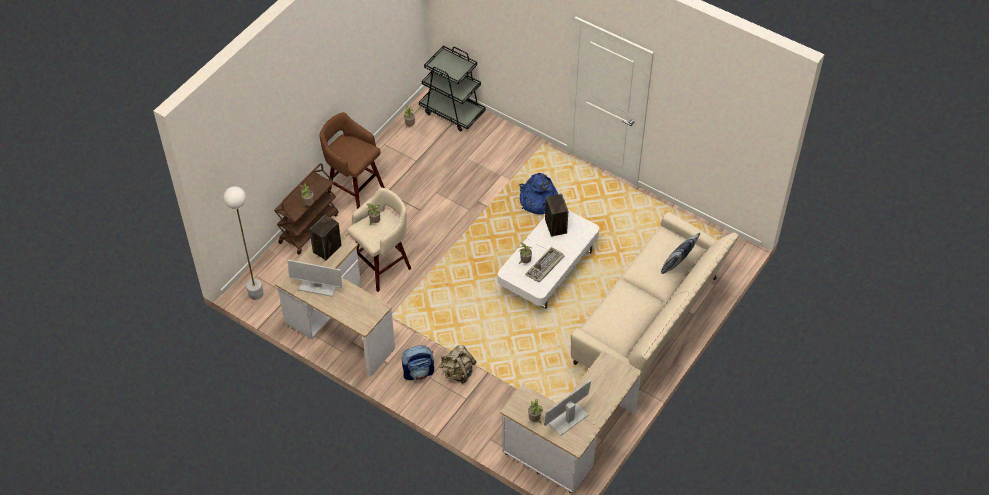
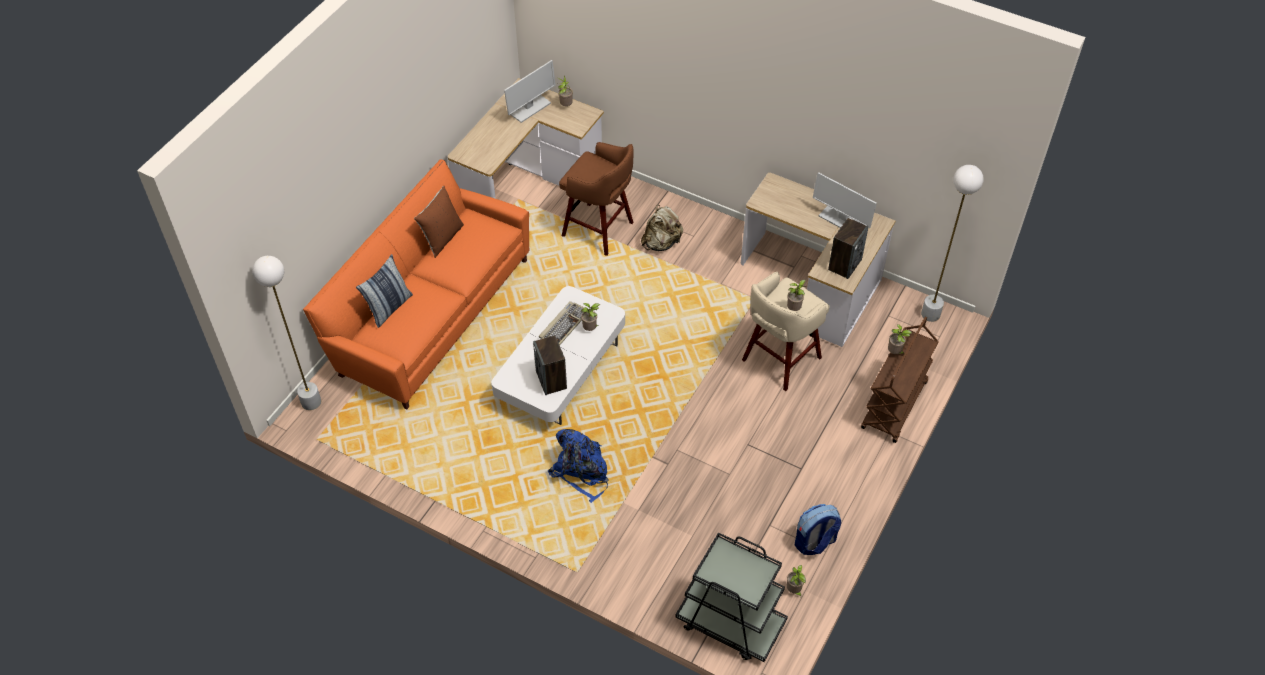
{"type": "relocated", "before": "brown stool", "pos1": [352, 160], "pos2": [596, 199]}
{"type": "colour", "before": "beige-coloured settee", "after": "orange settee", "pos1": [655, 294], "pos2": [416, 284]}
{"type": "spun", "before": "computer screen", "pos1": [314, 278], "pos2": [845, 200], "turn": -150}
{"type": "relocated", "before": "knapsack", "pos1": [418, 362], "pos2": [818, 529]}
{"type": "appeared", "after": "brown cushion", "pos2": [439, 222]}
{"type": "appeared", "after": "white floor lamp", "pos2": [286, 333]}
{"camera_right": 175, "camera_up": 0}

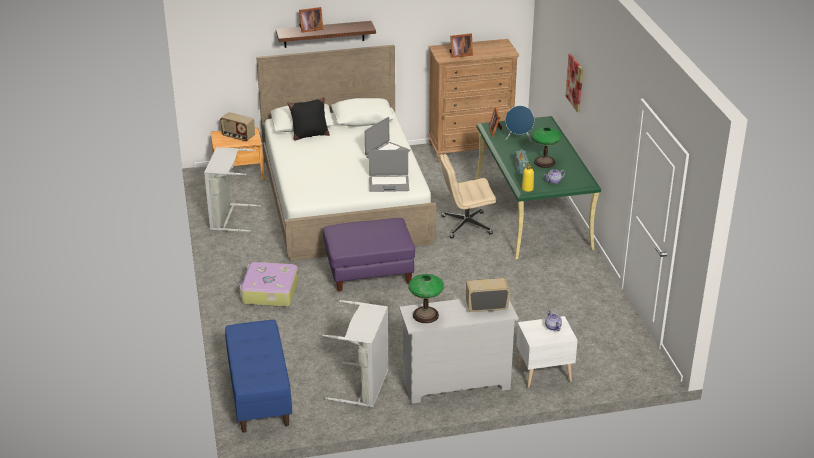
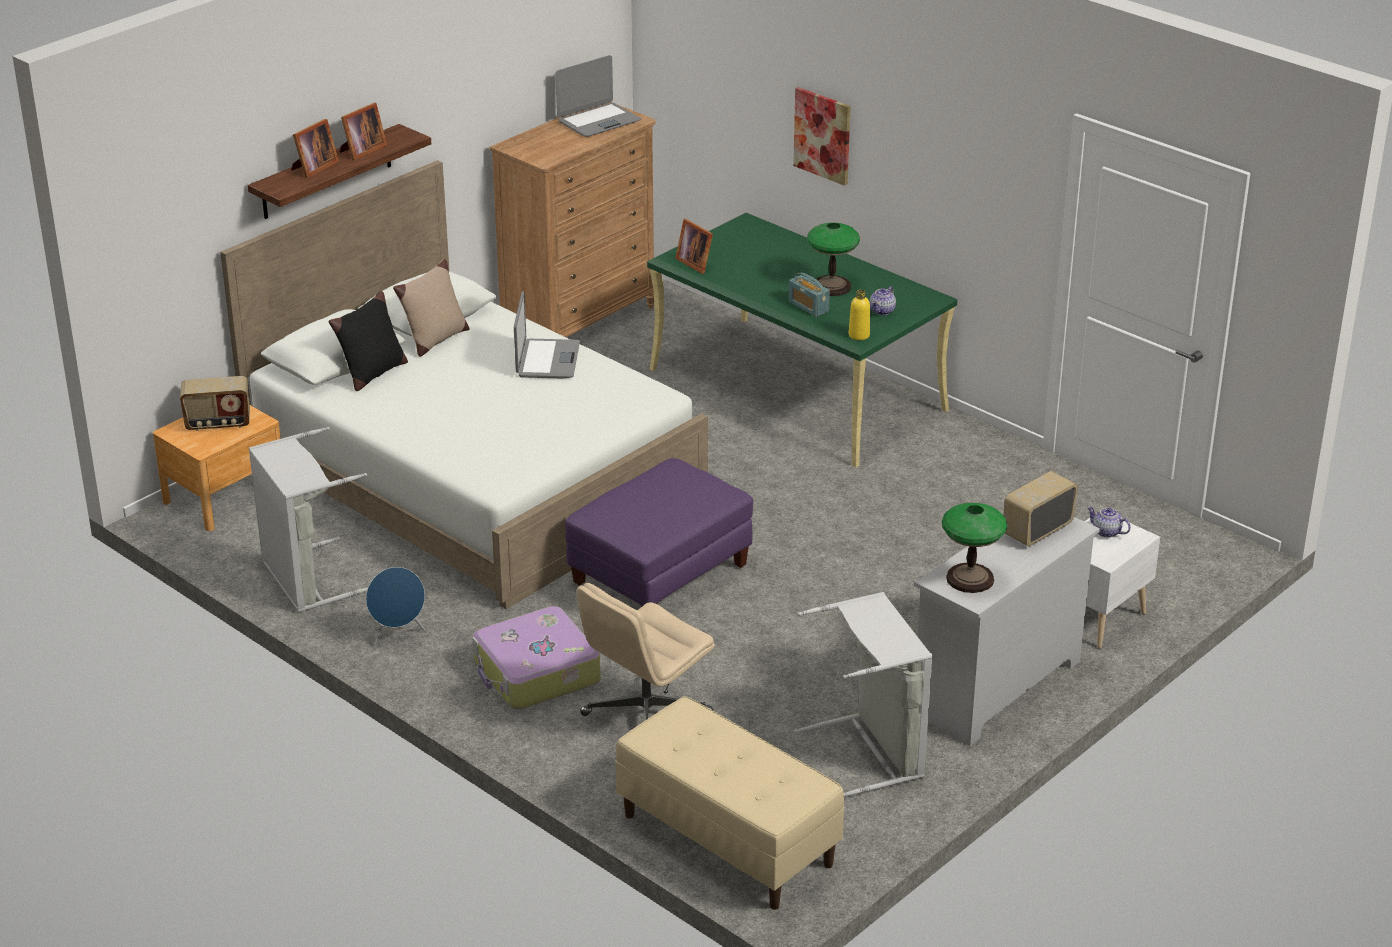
{"type": "relocated", "before": "standing frame", "pos1": [461, 45], "pos2": [363, 131]}
{"type": "relocated", "before": "bluish speaker", "pos1": [519, 124], "pos2": [396, 606]}
{"type": "relocated", "before": "portable computer", "pos1": [389, 171], "pos2": [598, 96]}
{"type": "relocated", "before": "beige-coloured office chair", "pos1": [468, 196], "pos2": [646, 651]}
{"type": "colour", "before": "bluish long seat", "after": "beige-coloured long seat", "pos1": [258, 376], "pos2": [729, 803]}
{"type": "appeared", "after": "beige-coloured cushion", "pos2": [431, 308]}
{"camera_right": -35, "camera_up": 0}

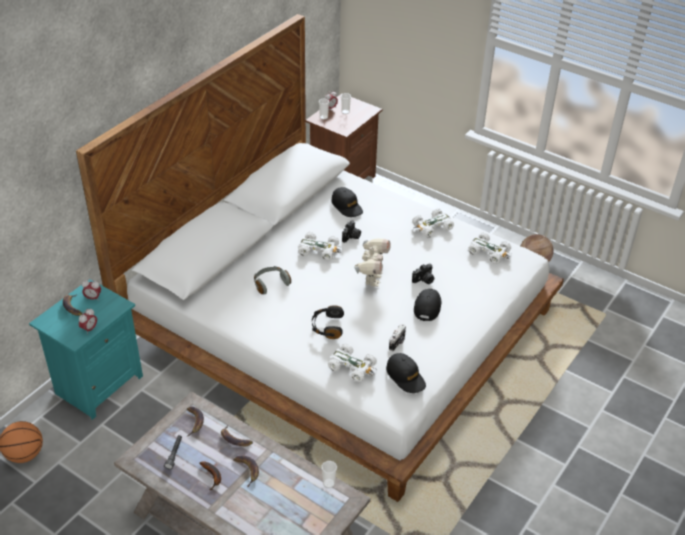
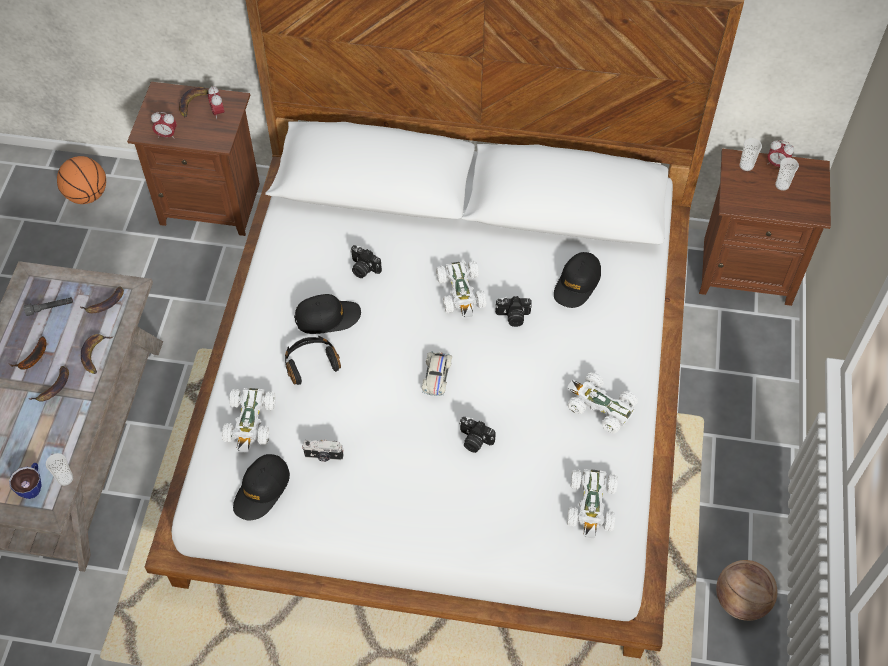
{"type": "exchanged", "before": "toy robot", "after": "white miniature car", "pos1": [372, 263], "pos2": [437, 373]}
{"type": "exchanged", "before": "greyish headset", "after": "photo camera", "pos1": [272, 280], "pos2": [366, 261]}
{"type": "colour", "before": "blue-green night table", "after": "brown night table", "pos1": [86, 349], "pos2": [193, 159]}
{"type": "relocated", "before": "blackish peaked cap", "pos1": [427, 305], "pos2": [327, 314]}
{"type": "appeared", "after": "small cup", "pos2": [25, 481]}
{"camera_right": 65, "camera_up": 15}

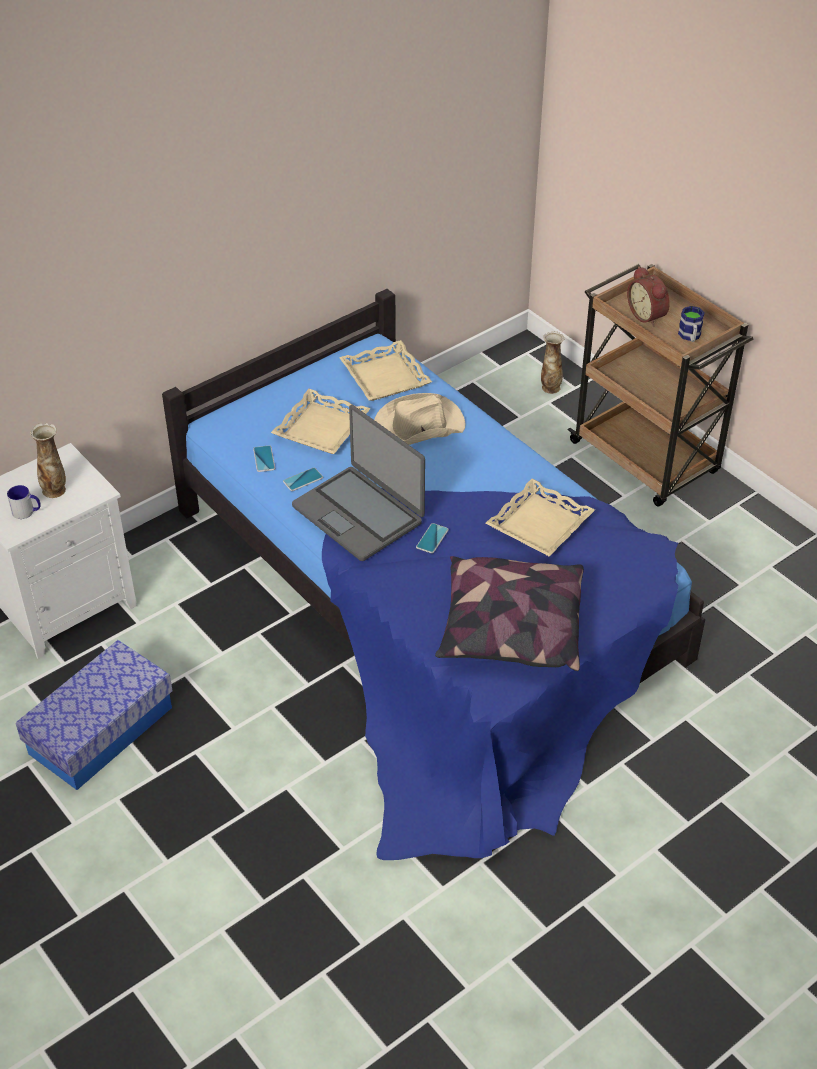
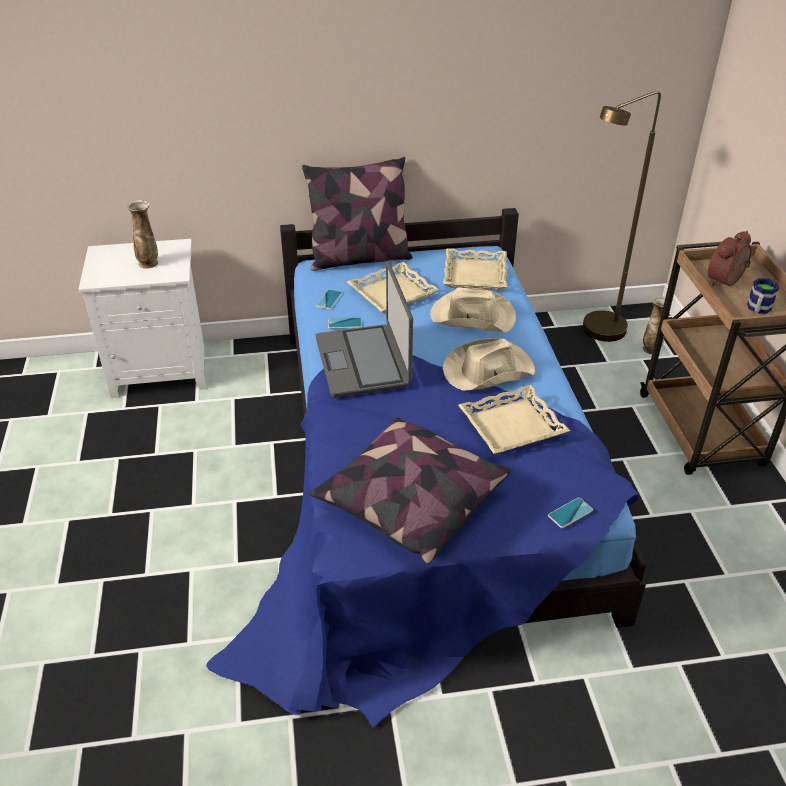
{"type": "spun", "before": "bedside clock", "pos1": [648, 296], "pos2": [730, 258], "turn": 45}
{"type": "missing", "before": "coffee mug", "pos1": [24, 502]}
{"type": "relocated", "before": "phone", "pos1": [432, 538], "pos2": [570, 512]}
{"type": "missing", "before": "storage box", "pos1": [94, 715]}
{"type": "appeared", "after": "brown floor lamp", "pos2": [622, 216]}
{"type": "appeared", "after": "cushion", "pos2": [357, 214]}
{"type": "appeared", "after": "beige-coloured hat", "pos2": [489, 364]}
{"camera_right": 30, "camera_up": -5}

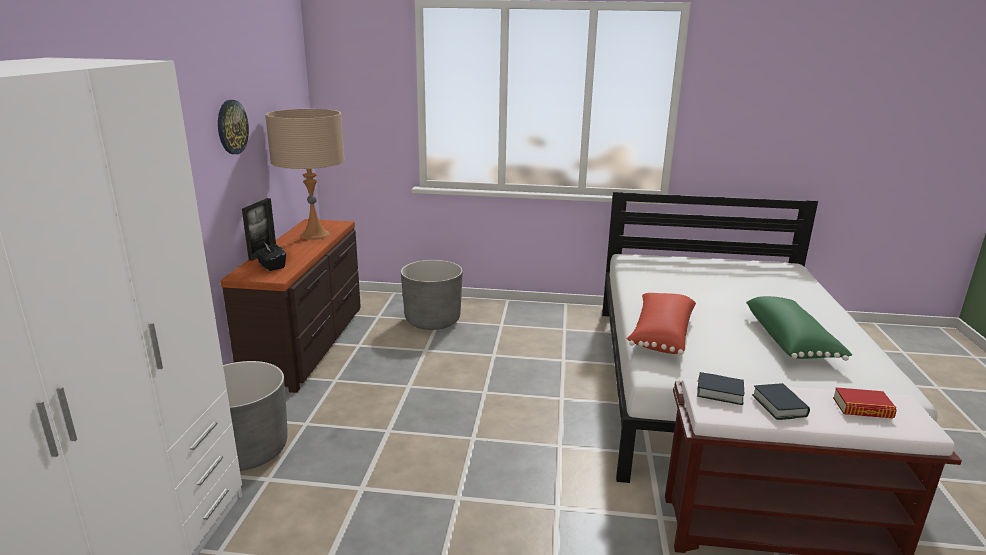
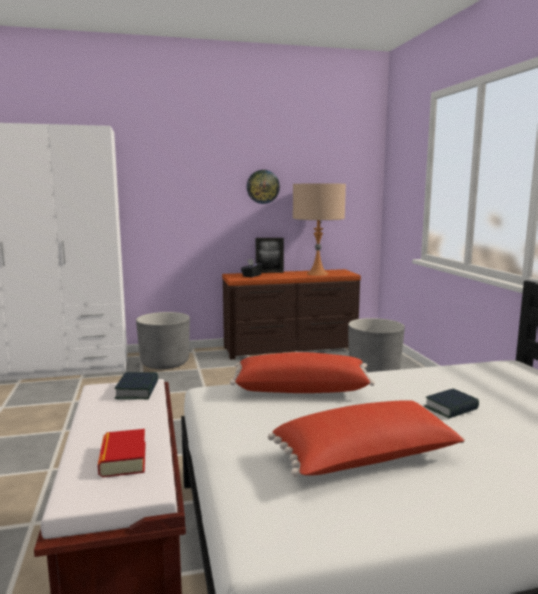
{"type": "colour", "before": "green-coloured cushion", "after": "red-coloured cushion", "pos1": [799, 328], "pos2": [366, 438]}
{"type": "relocated", "before": "bound book", "pos1": [781, 401], "pos2": [451, 403]}
{"camera_right": 70, "camera_up": -10}

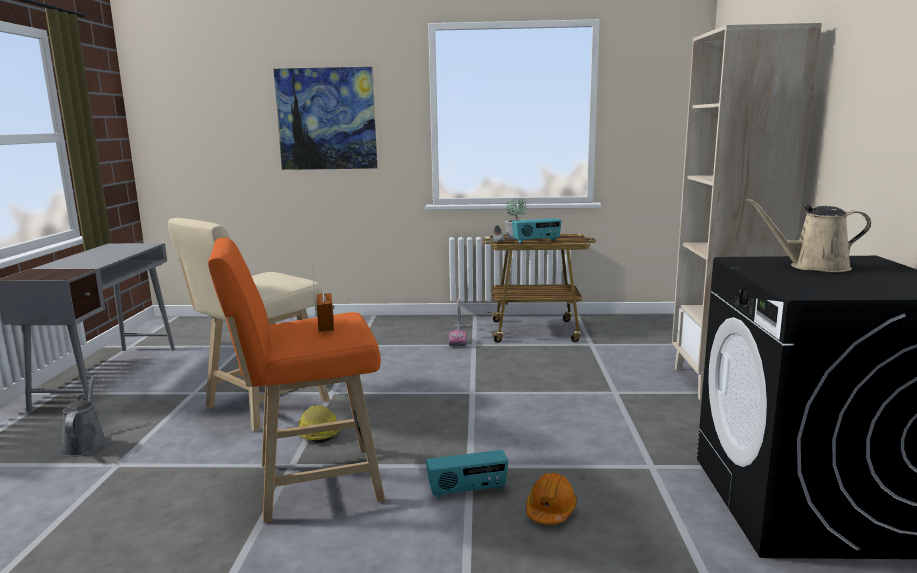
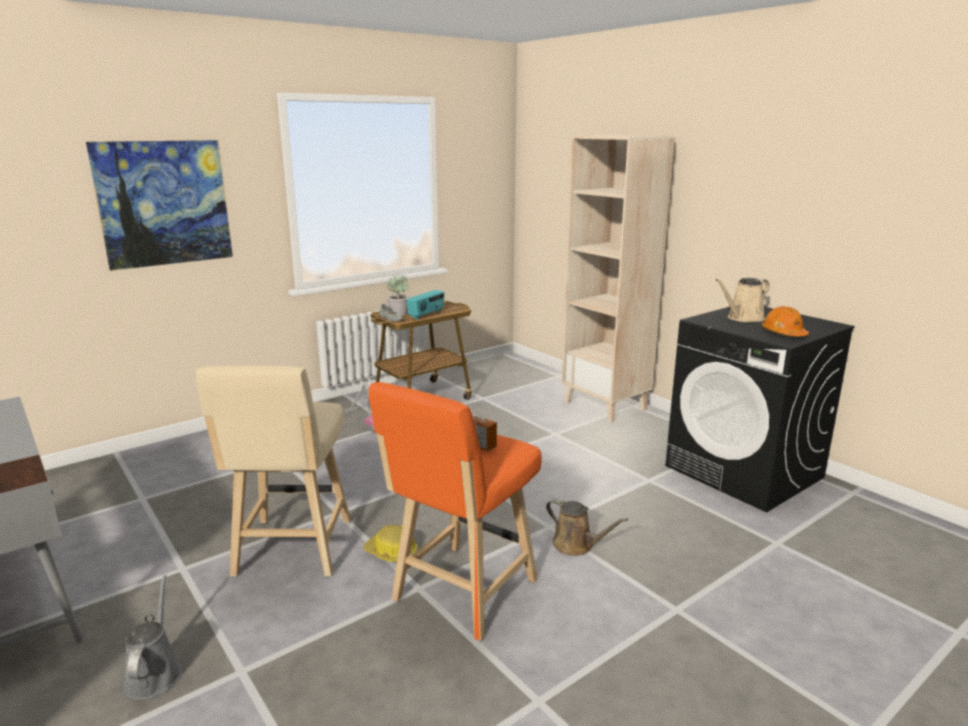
{"type": "spun", "before": "greyish watering pot", "pos1": [84, 416], "pos2": [152, 637], "turn": 45}
{"type": "exchanged", "before": "radio set", "after": "brown watering pot", "pos1": [467, 474], "pos2": [587, 527]}
{"type": "relocated", "before": "orange hard hat", "pos1": [551, 499], "pos2": [785, 321]}
{"camera_right": -40, "camera_up": 5}

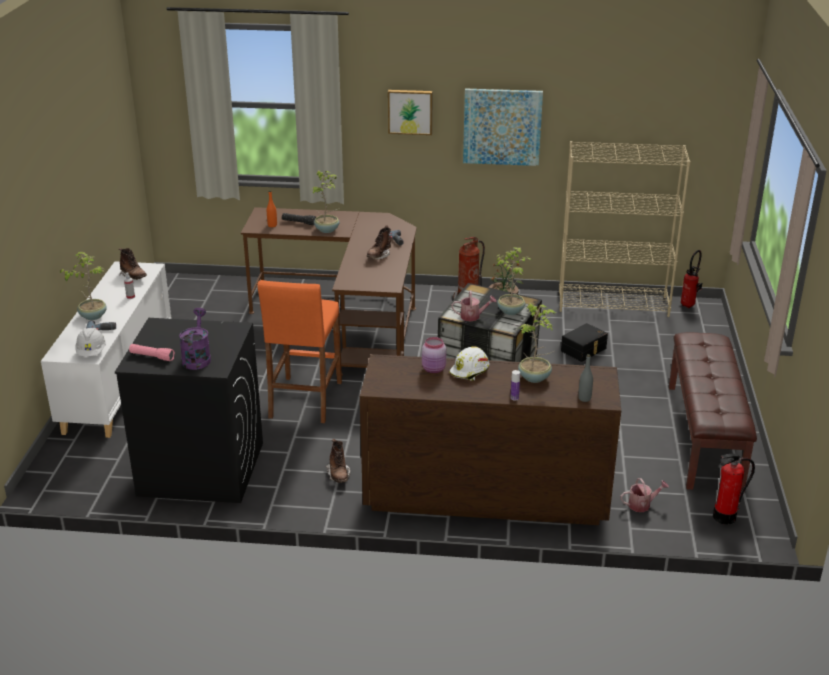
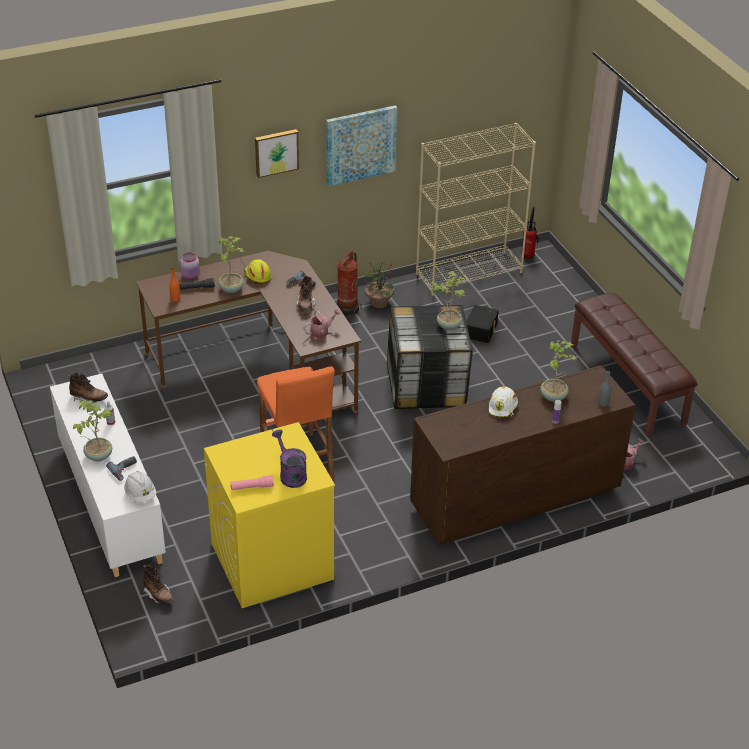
{"type": "relocated", "before": "watering pot", "pos1": [474, 306], "pos2": [322, 323]}
{"type": "colour", "before": "blackish laundry machine", "after": "yellow laundry machine", "pos1": [189, 410], "pos2": [269, 515]}
{"type": "relocated", "before": "pinkish storage jar", "pos1": [434, 355], "pos2": [190, 266]}
{"type": "relocated", "before": "brown tall boot", "pos1": [338, 461], "pos2": [158, 584]}
{"type": "missing", "before": "extinguisher", "pos1": [734, 489]}
{"type": "appeared", "after": "yellow hard hat", "pos2": [257, 271]}
{"camera_right": -30, "camera_up": 10}

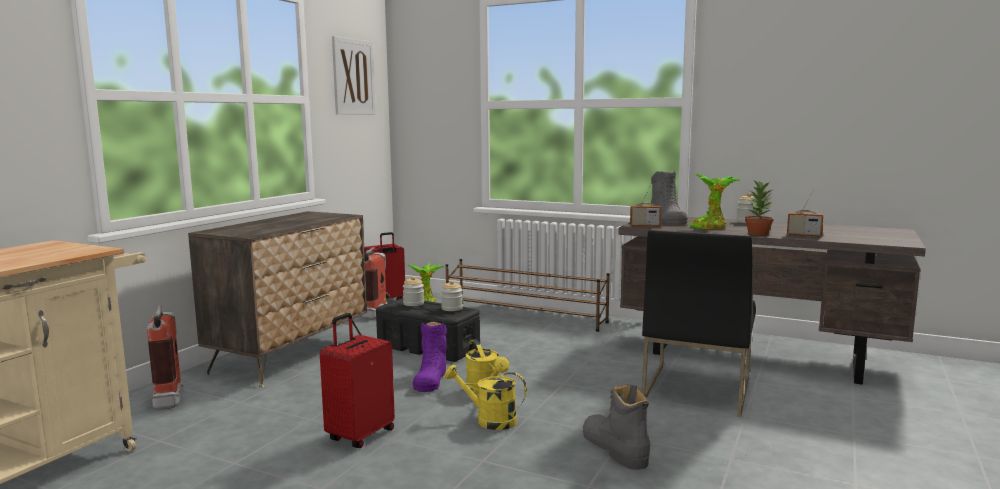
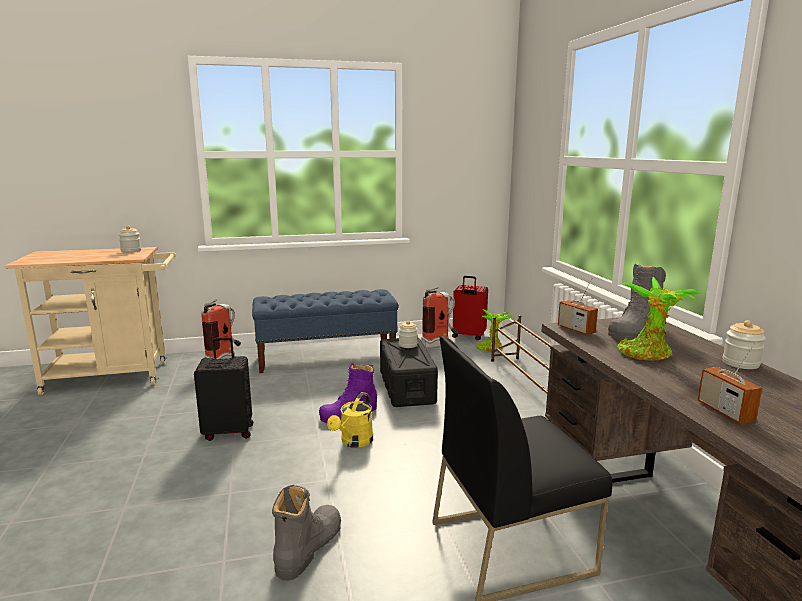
{"type": "missing", "before": "picture", "pos1": [354, 75]}
{"type": "missing", "before": "plant in a pot", "pos1": [759, 207]}
{"type": "exchanged", "before": "dresser", "after": "bluish long seat", "pos1": [277, 299], "pos2": [325, 331]}
{"type": "relocated", "before": "storage jar", "pos1": [452, 295], "pos2": [130, 239]}
{"type": "colour", "before": "red-coloured travel case", "after": "blackish travel case", "pos1": [357, 380], "pos2": [223, 389]}
{"type": "missing", "before": "yellow watering pot", "pos1": [485, 397]}
{"camera_right": 50, "camera_up": 5}

